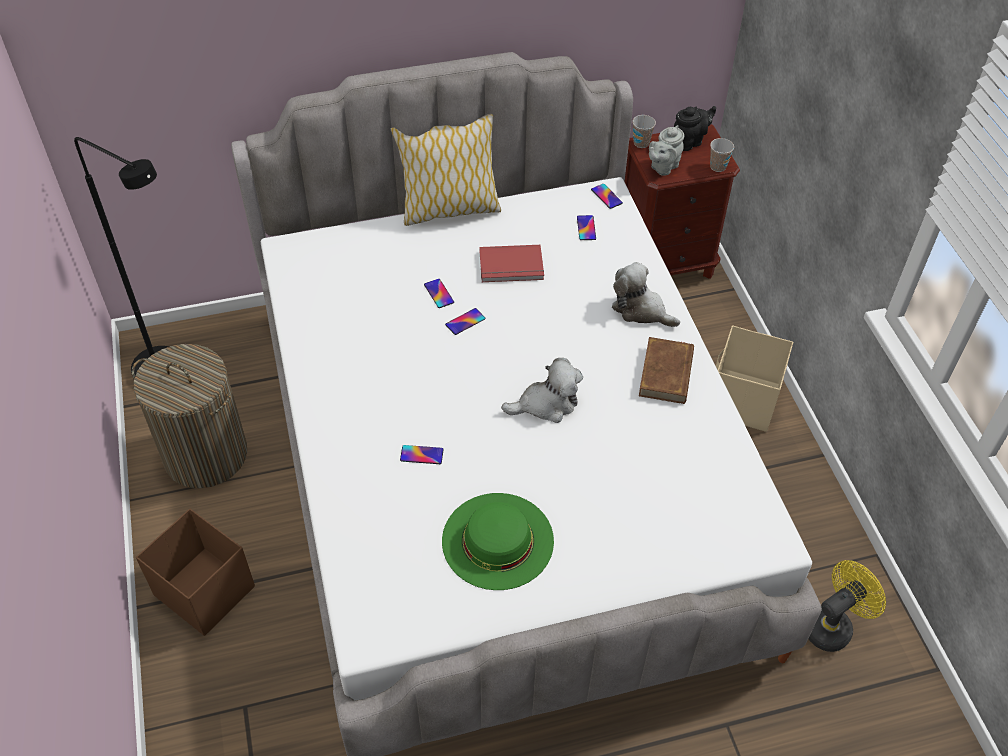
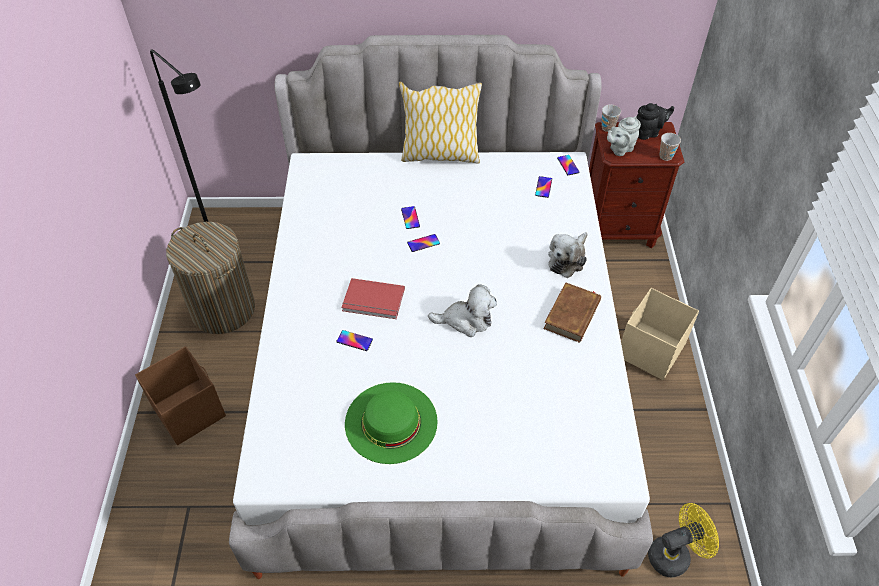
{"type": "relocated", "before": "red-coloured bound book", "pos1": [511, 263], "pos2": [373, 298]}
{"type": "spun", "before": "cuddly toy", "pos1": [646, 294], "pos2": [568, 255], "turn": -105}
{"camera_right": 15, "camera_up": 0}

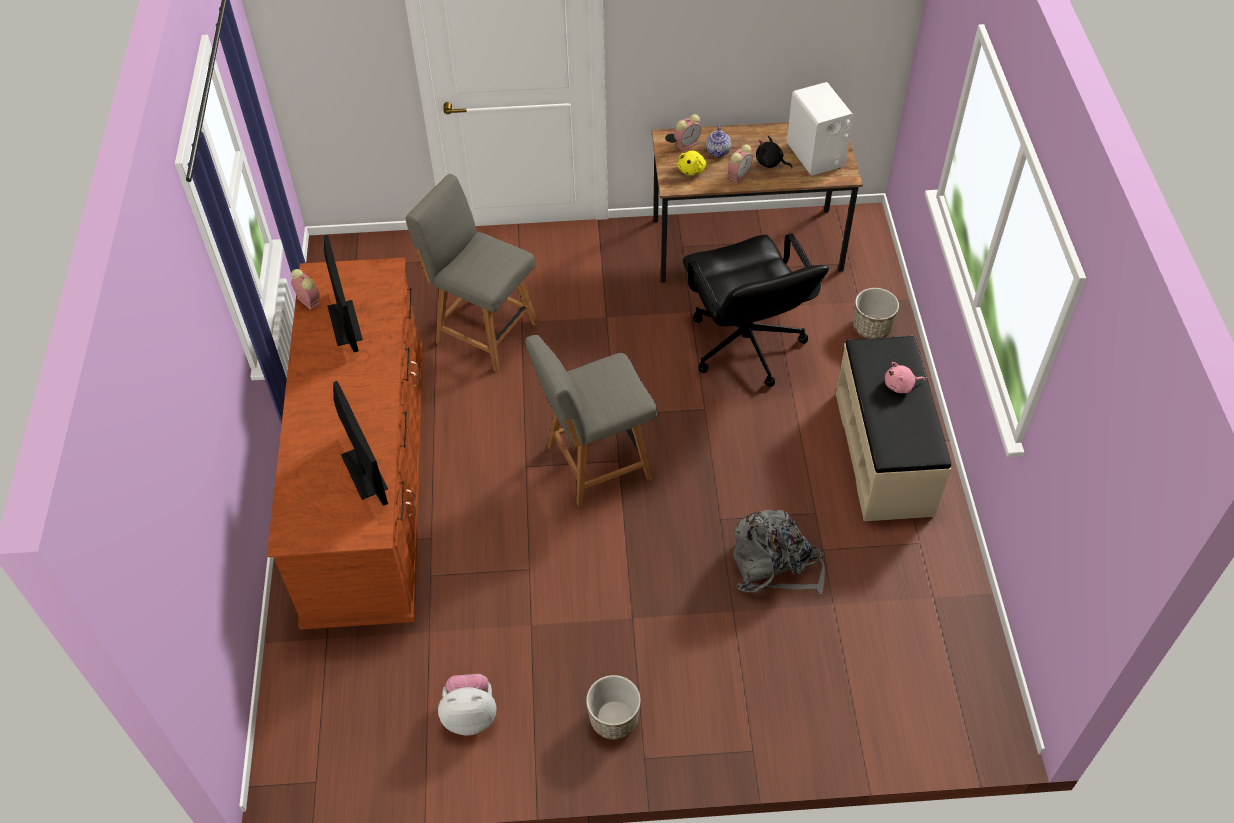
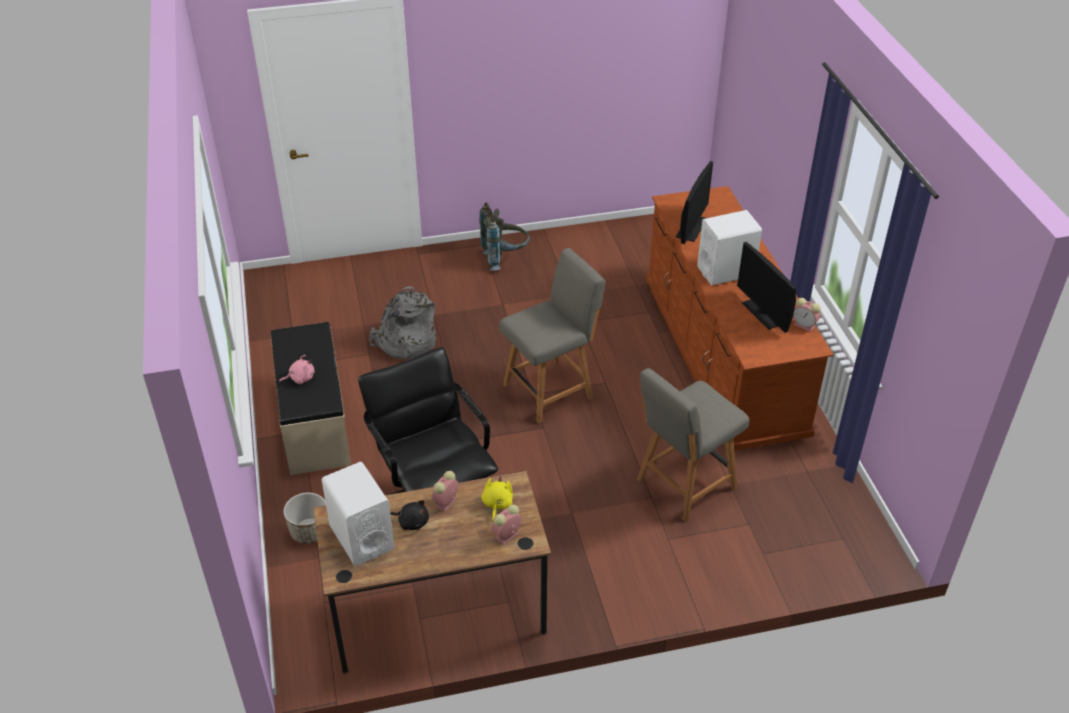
{"type": "missing", "before": "tea pot", "pos1": [718, 141]}
{"type": "spun", "before": "greyish chair", "pos1": [471, 273], "pos2": [693, 445], "turn": 120}
{"type": "spun", "before": "computer screen", "pos1": [360, 443], "pos2": [694, 202], "turn": -120}
{"type": "missing", "before": "cuddly toy", "pos1": [467, 704]}
{"type": "exchanged", "before": "flower pot", "after": "greyish knapsack", "pos1": [613, 707], "pos2": [504, 236]}
{"type": "appeared", "after": "white speaker", "pos2": [729, 248]}
{"camera_right": 170, "camera_up": -10}

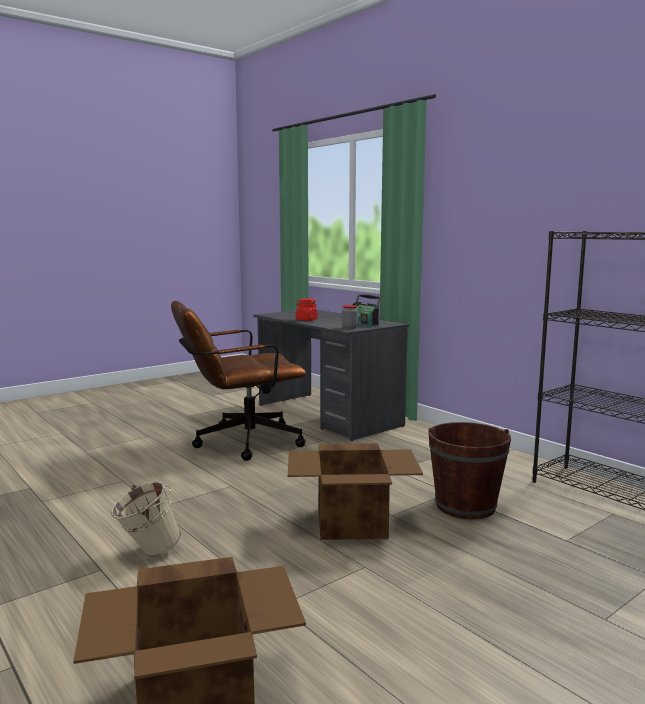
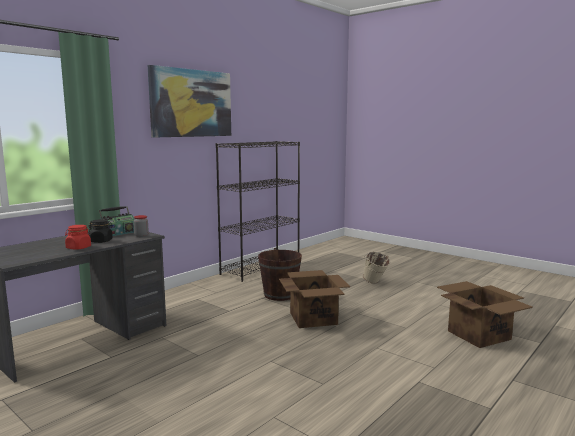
{"type": "missing", "before": "brown office chair", "pos1": [238, 381]}
{"type": "relocated", "before": "beige-coloured water bucket", "pos1": [146, 519], "pos2": [376, 268]}
{"type": "appeared", "after": "picture", "pos2": [189, 101]}
{"type": "appeared", "after": "blackish storage jar", "pos2": [100, 231]}
{"camera_right": -100, "camera_up": 0}

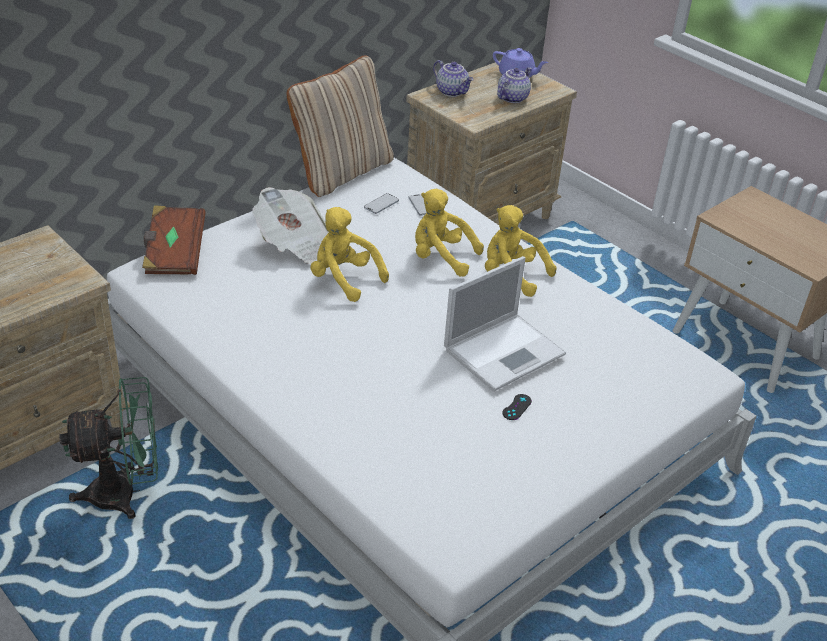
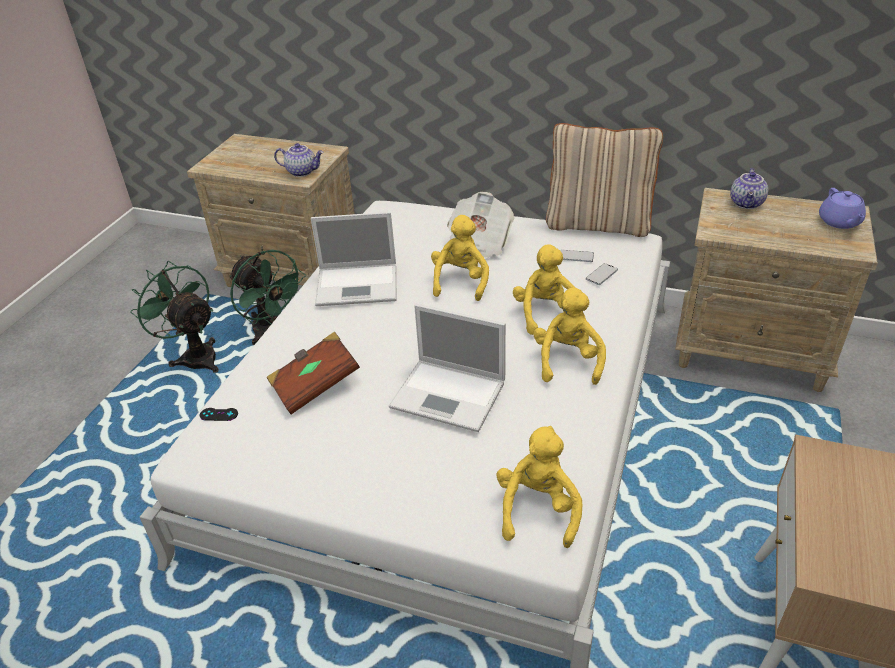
{"type": "relocated", "before": "tea pot", "pos1": [514, 85], "pos2": [299, 160]}
{"type": "relocated", "before": "brown bound book", "pos1": [174, 240], "pos2": [313, 373]}
{"type": "relocated", "before": "blackish joypad", "pos1": [517, 407], "pos2": [219, 414]}
{"type": "appeared", "after": "portable computer", "pos2": [353, 259]}
{"type": "appeared", "after": "green-coloured fan", "pos2": [174, 317]}
{"type": "appeared", "after": "yellow cuddly toy", "pos2": [539, 487]}
{"camera_right": 65, "camera_up": 0}

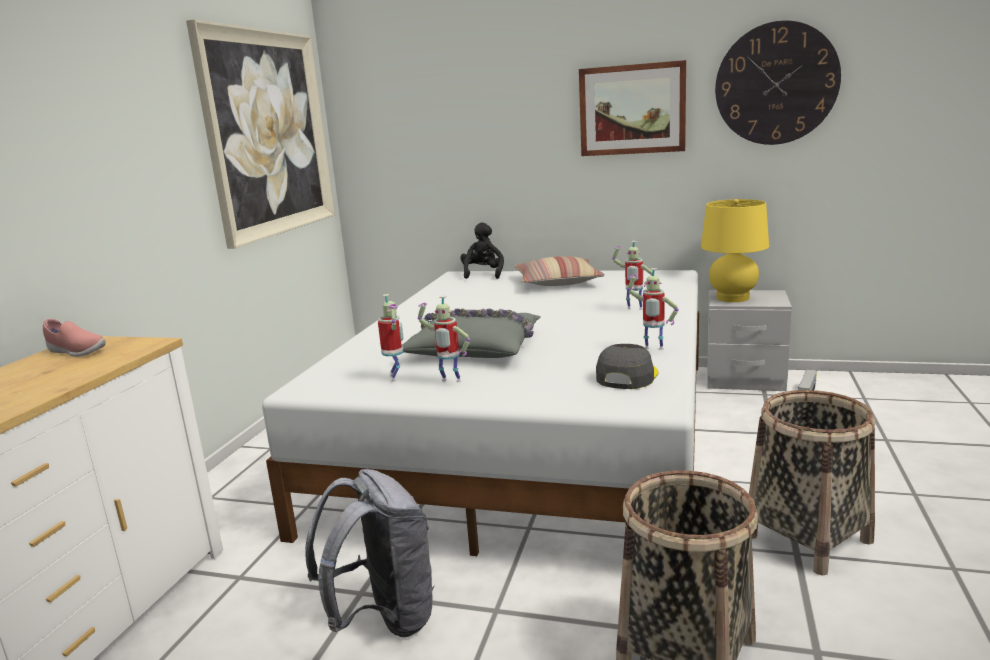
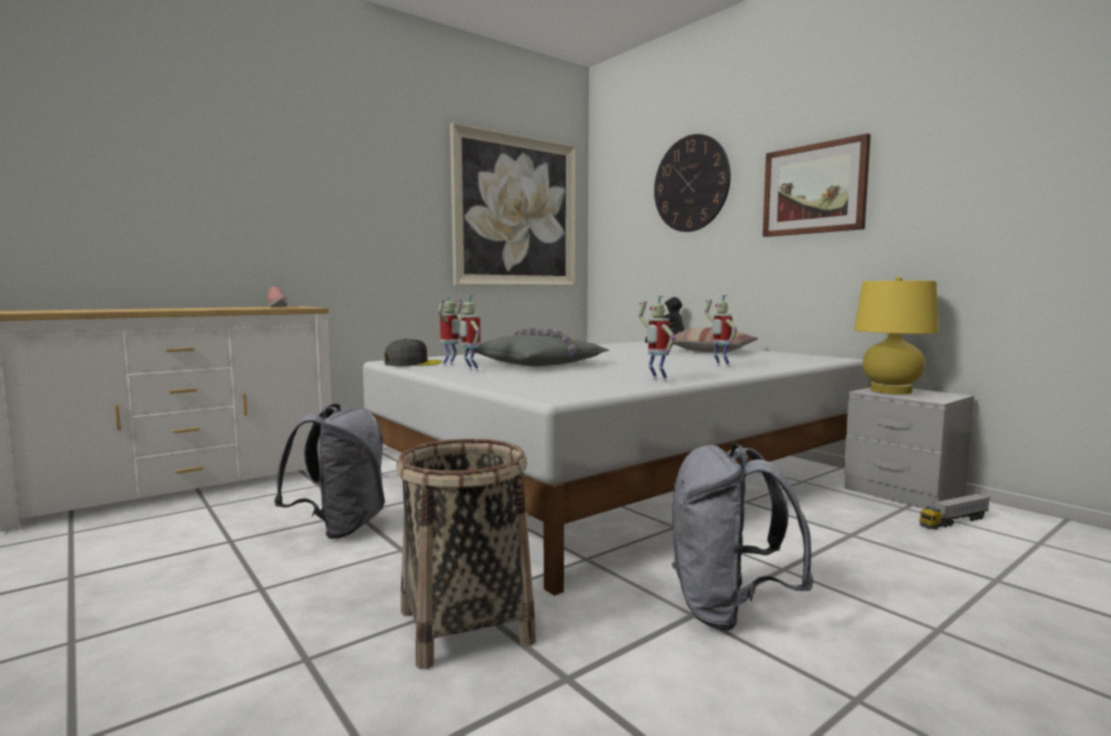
{"type": "relocated", "before": "clock on the wall", "pos1": [778, 82], "pos2": [692, 183]}
{"type": "relocated", "before": "greyish peaked cap", "pos1": [627, 366], "pos2": [413, 352]}
{"type": "exchanged", "before": "household basket", "after": "greyish knapsack", "pos1": [812, 483], "pos2": [743, 537]}
{"camera_right": 35, "camera_up": -10}

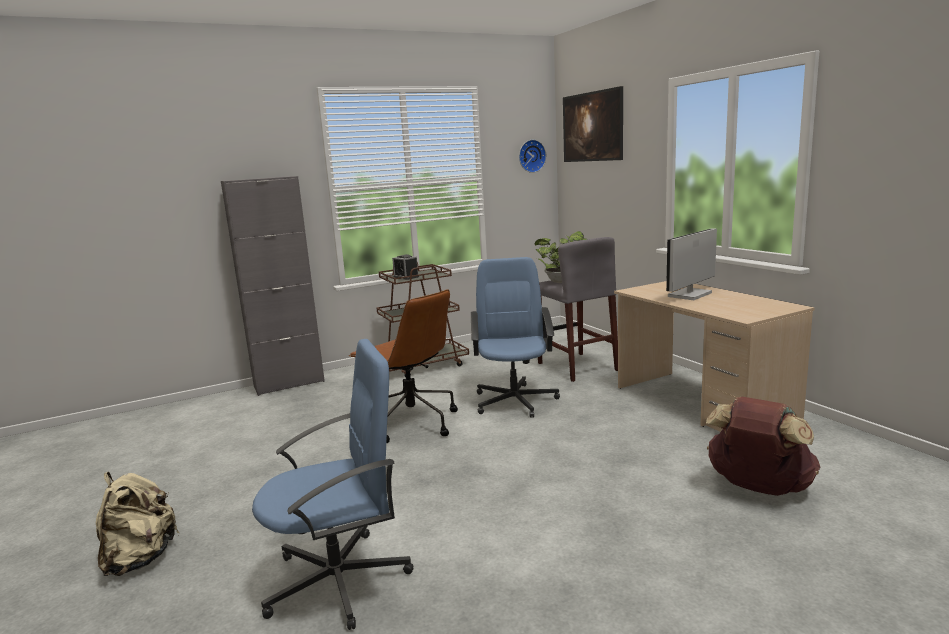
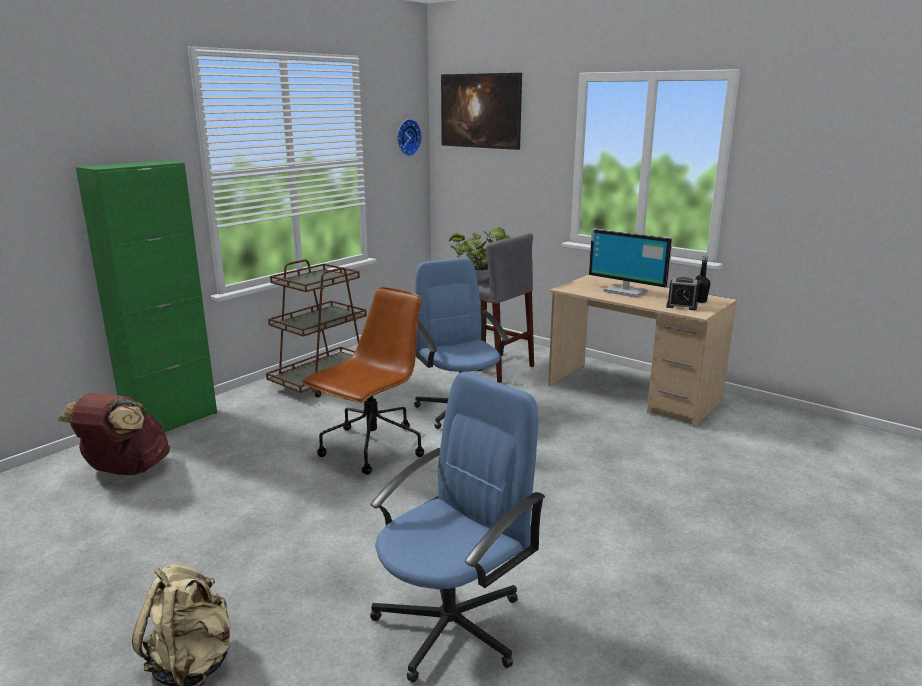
{"type": "colour", "before": "greyish cupboard", "after": "green-coloured cupboard", "pos1": [273, 286], "pos2": [146, 297]}
{"type": "spun", "before": "computer screen", "pos1": [691, 264], "pos2": [631, 263], "turn": -75}
{"type": "relocated", "before": "bedside clock", "pos1": [405, 267], "pos2": [682, 293]}
{"type": "spun", "before": "brown office chair", "pos1": [403, 366], "pos2": [363, 381], "turn": -75}
{"type": "relocated", "before": "brown knapsack", "pos1": [763, 446], "pos2": [113, 434]}
{"type": "appeared", "after": "blackish bottle", "pos2": [702, 279]}
{"camera_right": -25, "camera_up": 5}

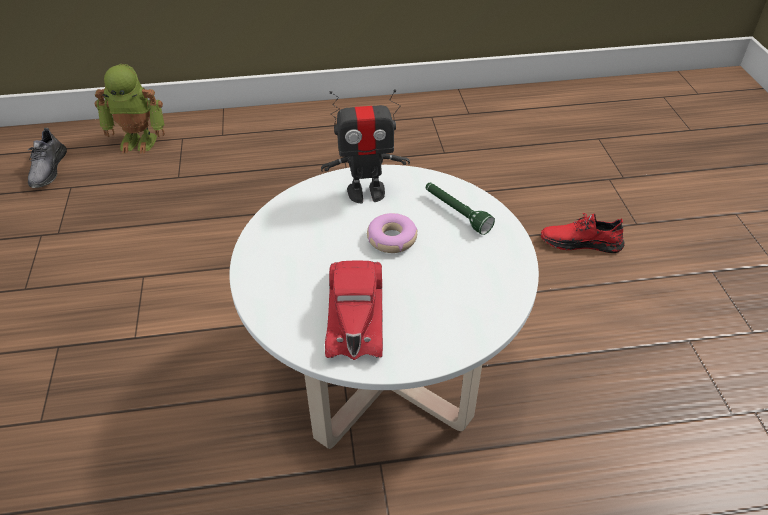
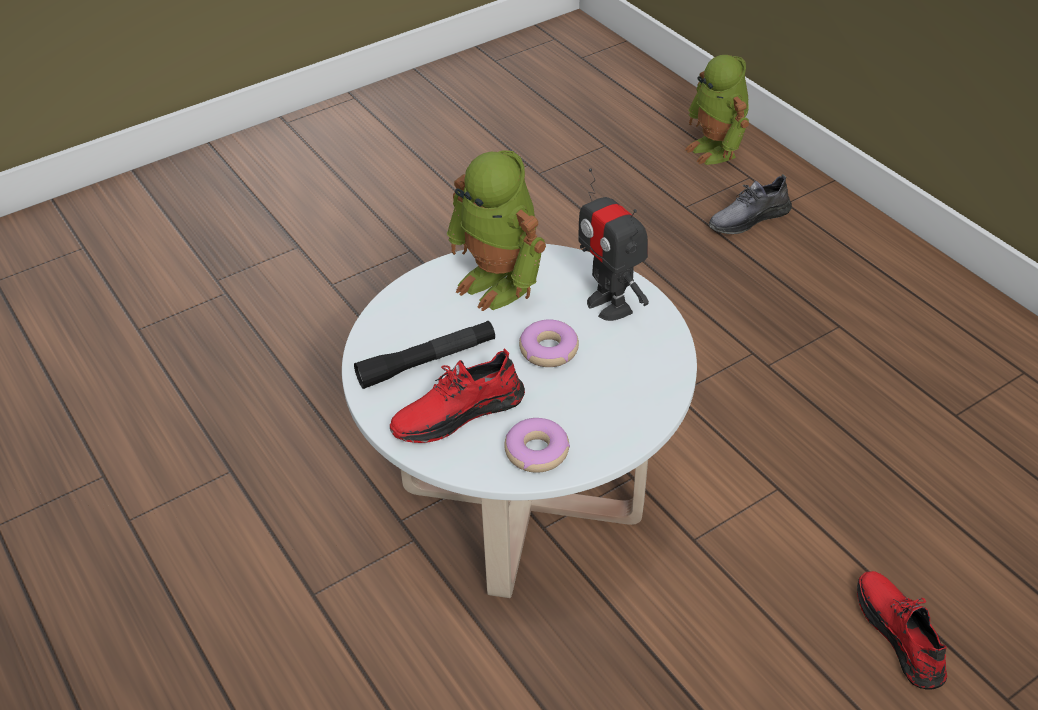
{"type": "relocated", "before": "greyish item of footwear", "pos1": [47, 158], "pos2": [750, 204]}
{"type": "missing", "before": "green-coloured flashlight", "pos1": [460, 209]}
{"type": "exchanged", "before": "red-coloured miniature car", "after": "blackish flashlight", "pos1": [354, 310], "pos2": [424, 355]}
{"type": "appeared", "after": "toy robot", "pos2": [496, 230]}
{"type": "appeared", "after": "red-coloured item of footwear", "pos2": [457, 395]}
{"type": "appeared", "after": "doughnut", "pos2": [537, 445]}
{"camera_right": 65, "camera_up": 0}

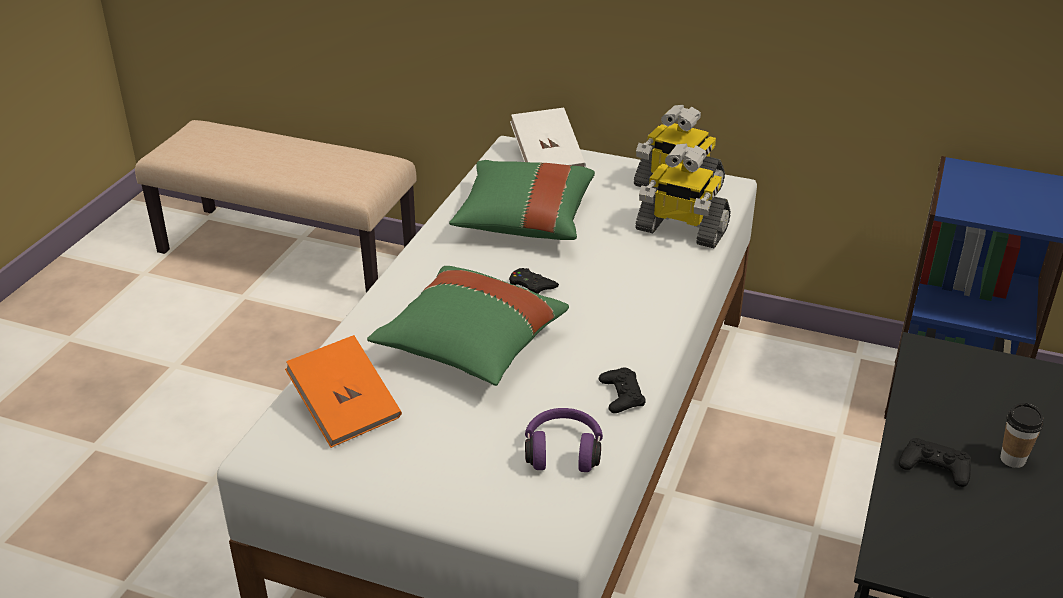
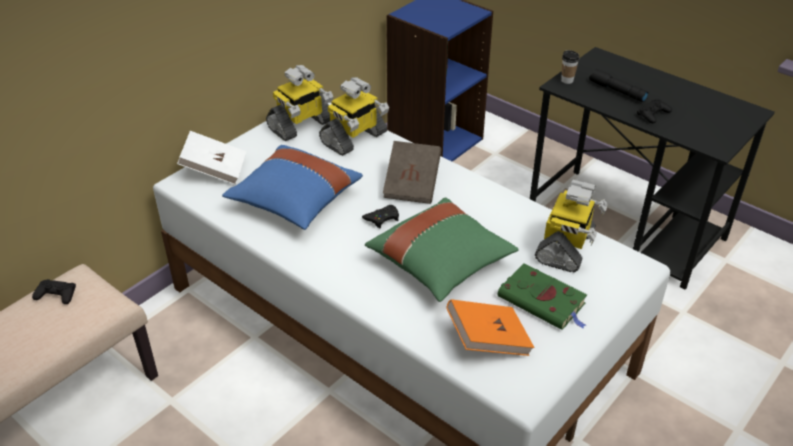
{"type": "colour", "before": "green-coloured cushion", "after": "bluish cushion", "pos1": [522, 200], "pos2": [292, 187]}
{"type": "relocated", "before": "blackish joypad", "pos1": [622, 390], "pos2": [54, 291]}
{"type": "relocated", "before": "small cup", "pos1": [1022, 435], "pos2": [570, 67]}
{"type": "exchanged", "before": "purple-coloured headset", "after": "toy robot", "pos1": [564, 440], "pos2": [571, 226]}
{"type": "appeared", "after": "blackish flashlight", "pos2": [619, 85]}
{"type": "appeared", "after": "brown bound book", "pos2": [412, 172]}
{"type": "appeared", "after": "green-coloured bound book", "pos2": [542, 296]}
{"camera_right": -70, "camera_up": 5}

